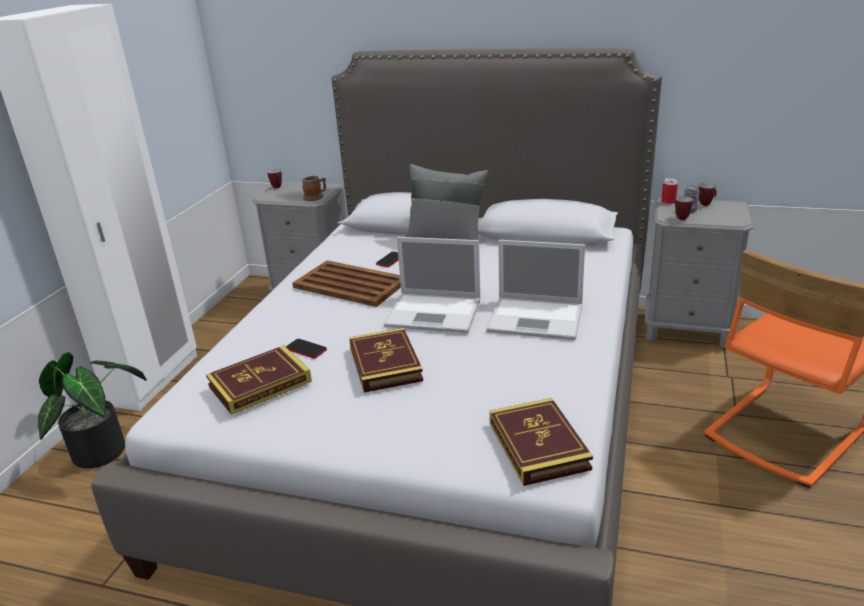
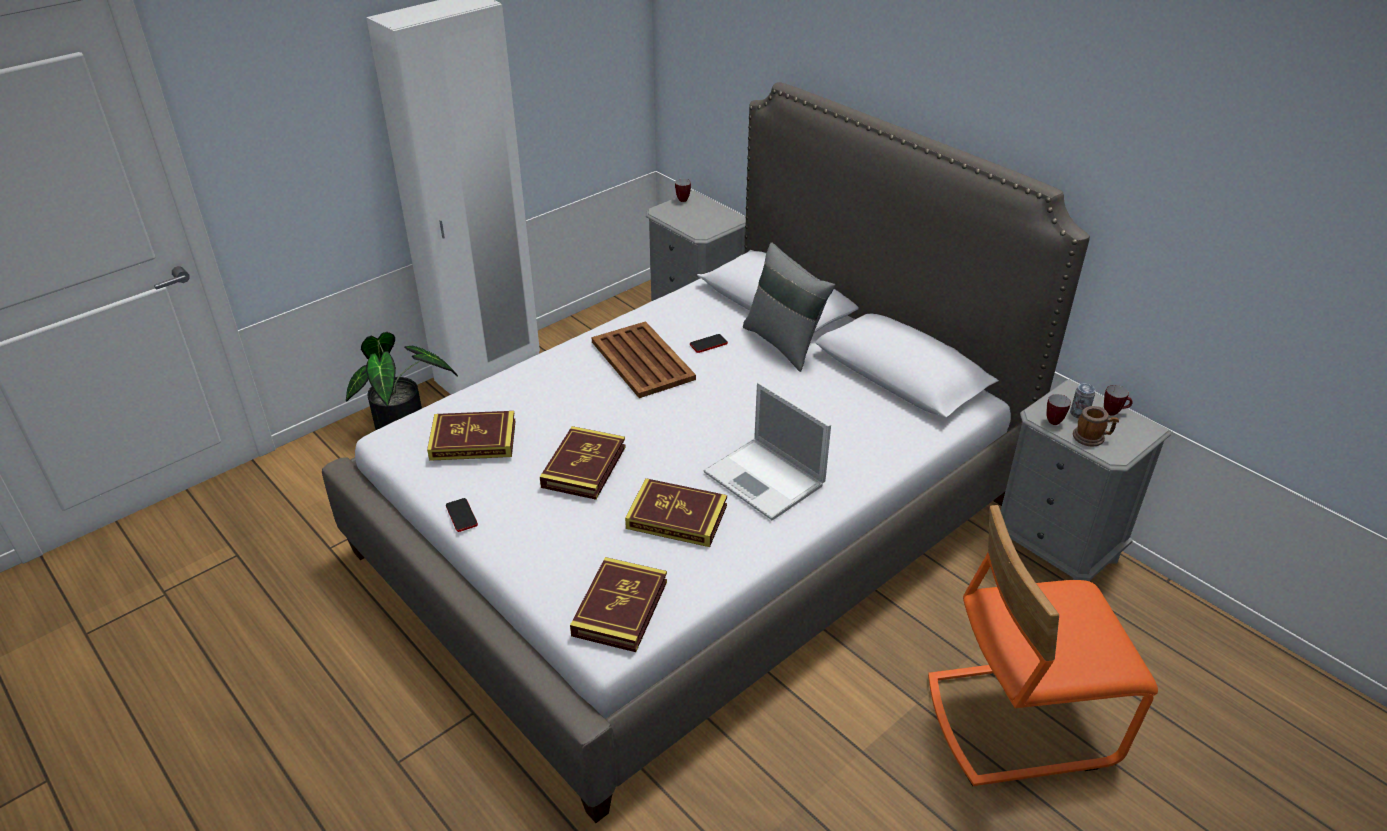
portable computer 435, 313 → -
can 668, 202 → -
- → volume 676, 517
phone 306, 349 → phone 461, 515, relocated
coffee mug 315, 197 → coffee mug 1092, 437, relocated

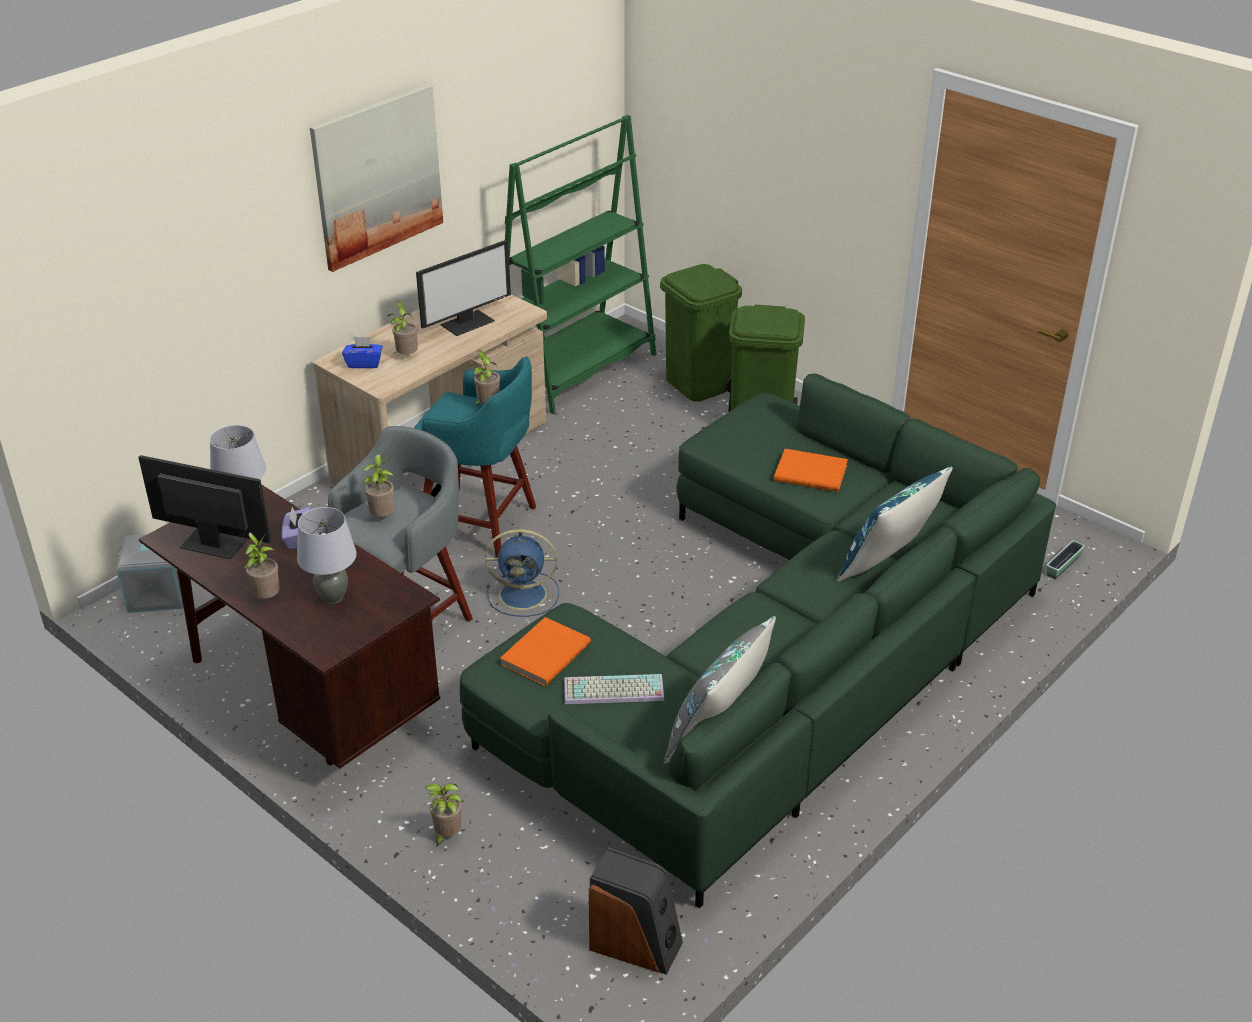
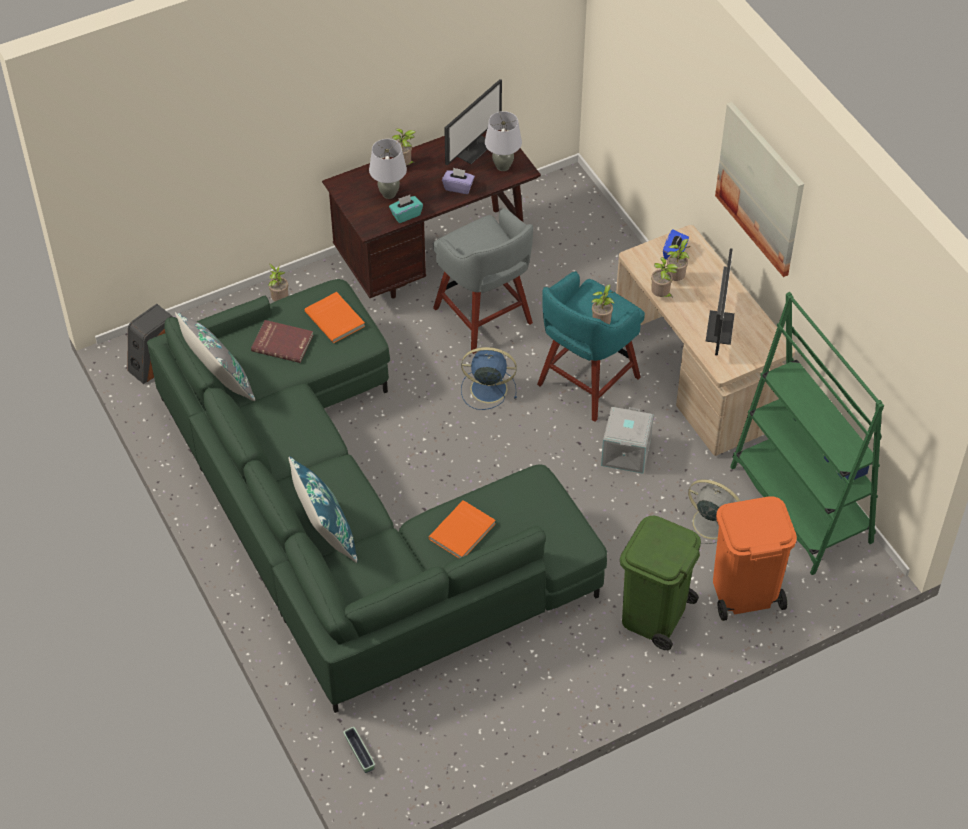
- → blue-green tissue holder 406, 214
- → greyish cooling fan 710, 522
greyish storage bin 157, 594 → greyish storage bin 625, 452, relocated
plant in a pot 383, 517 → plant in a pot 661, 296, relocated
keyboard 612, 691 → red volume 283, 342
greenish rubbish bin 699, 385 → orange-coloured rubbish bin 744, 592
computer screen 467, 322 → computer screen 719, 327, 150 degrees counterclockwise
bluish cooling fan 525, 594 → bluish cooling fan 487, 389, 75 degrees clockwise

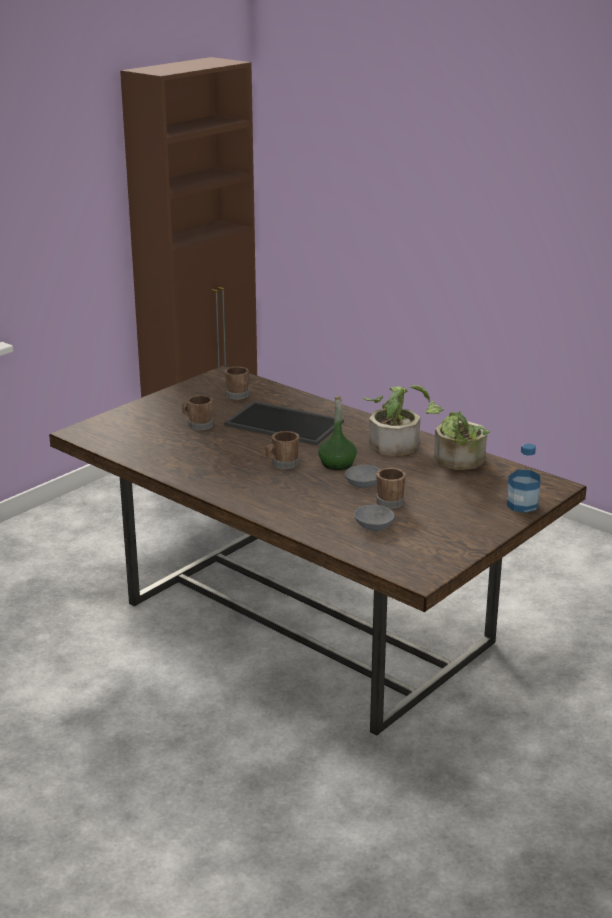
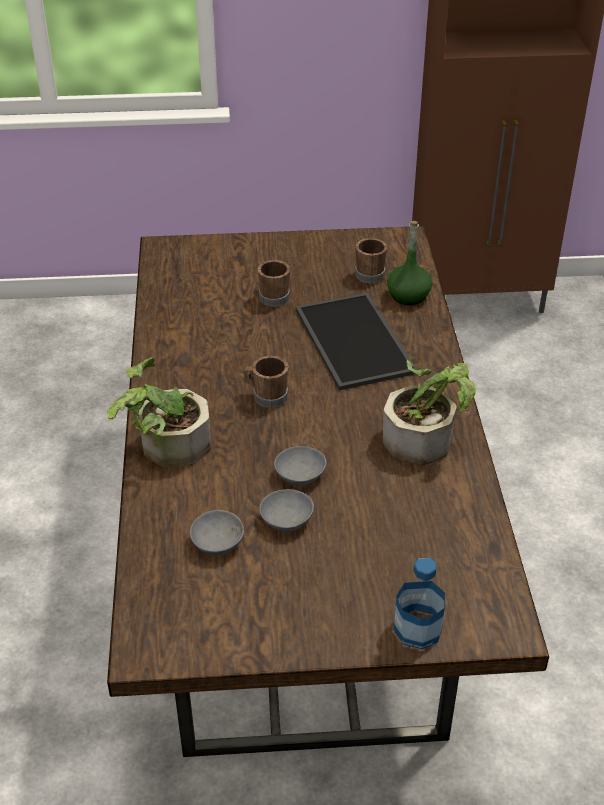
greenish beverage bottle 337, 464 → greenish beverage bottle 408, 295, relocated
plant in a pot 455, 462 → plant in a pot 166, 445, relocated
brown coffee mug 389, 501 → greyish deep dish 287, 518

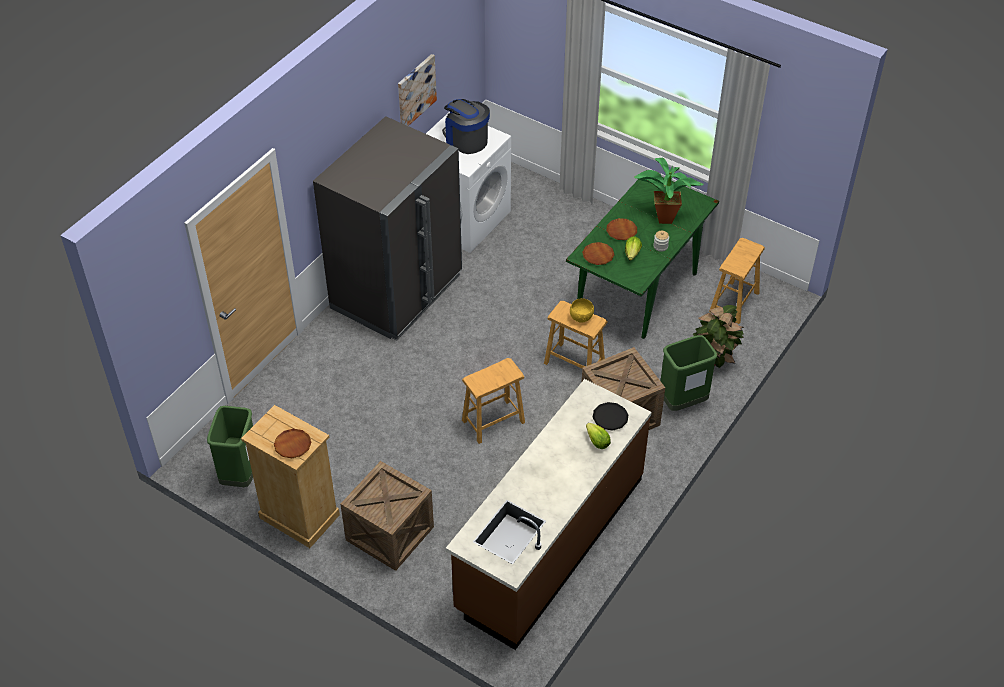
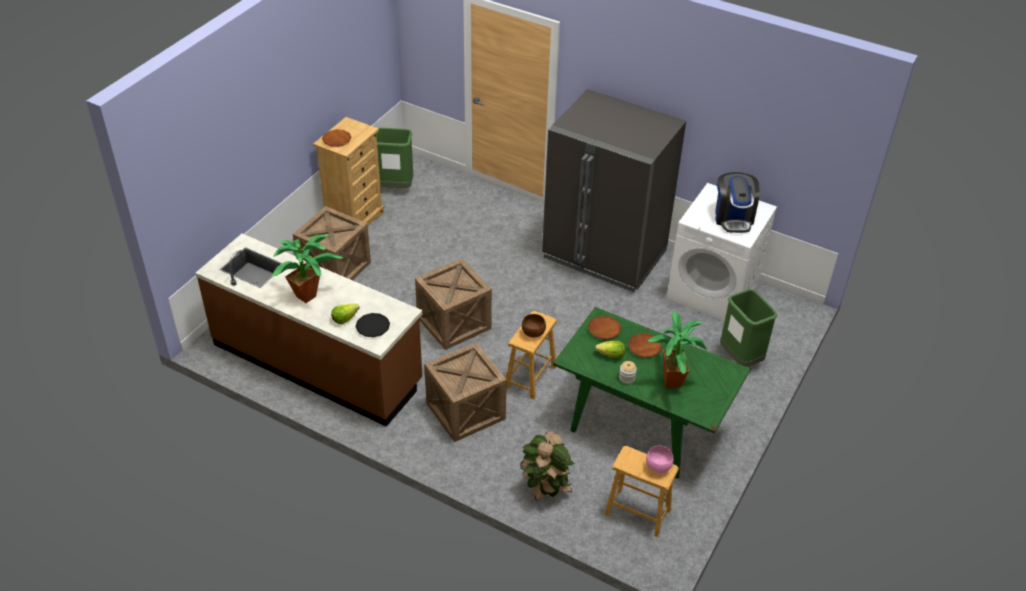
picture 415, 91 → -
- → plant in a pot 310, 295
- → pink-coloured deep dish 658, 466
greenish rubbish bin 682, 402 → greenish rubbish bin 740, 358, relocated
brown sitting stool 493, 421 → shipping crate 454, 323
yellow-coloured deep dish 581, 317 → brown deep dish 533, 333
coffee machine 466, 140 → coffee machine 733, 218, 135 degrees clockwise

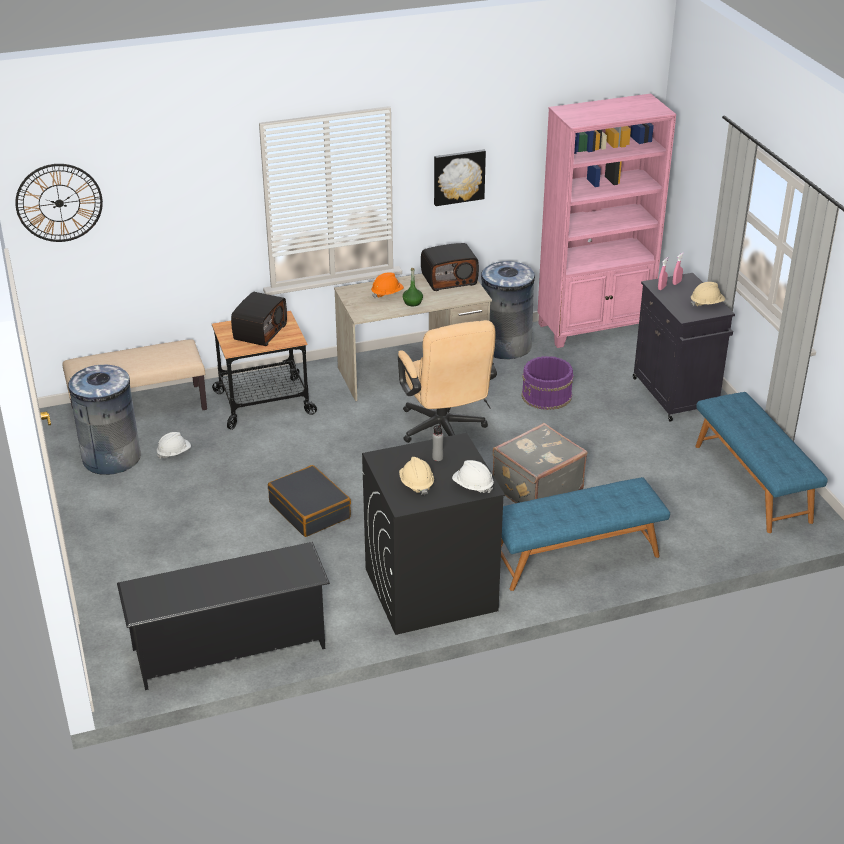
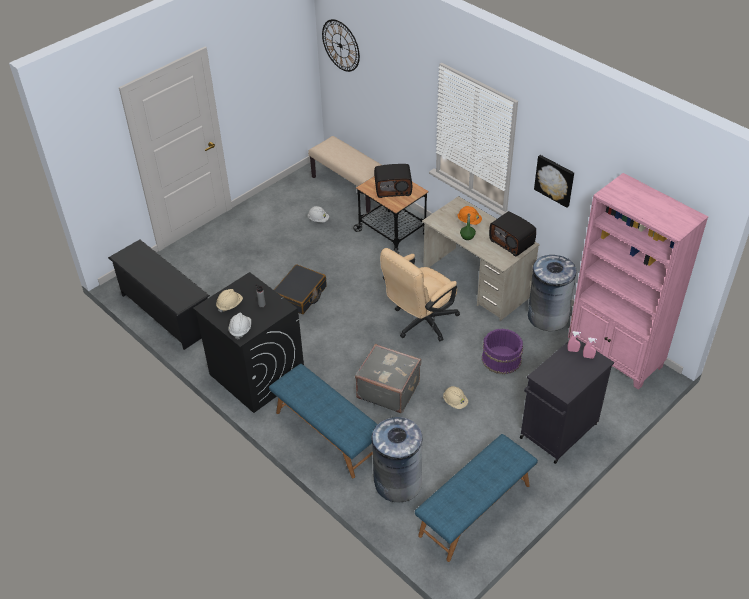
greyish rubbish bin 111, 458 → greyish rubbish bin 397, 482, relocated
beige-coloured safety helmet 706, 303 → beige-coloured safety helmet 455, 402, relocated

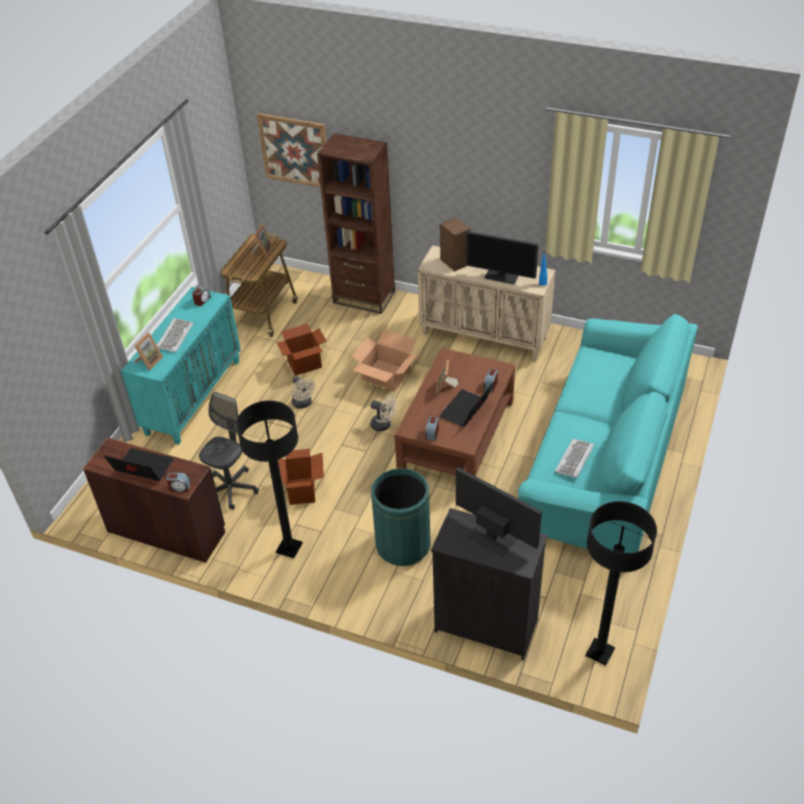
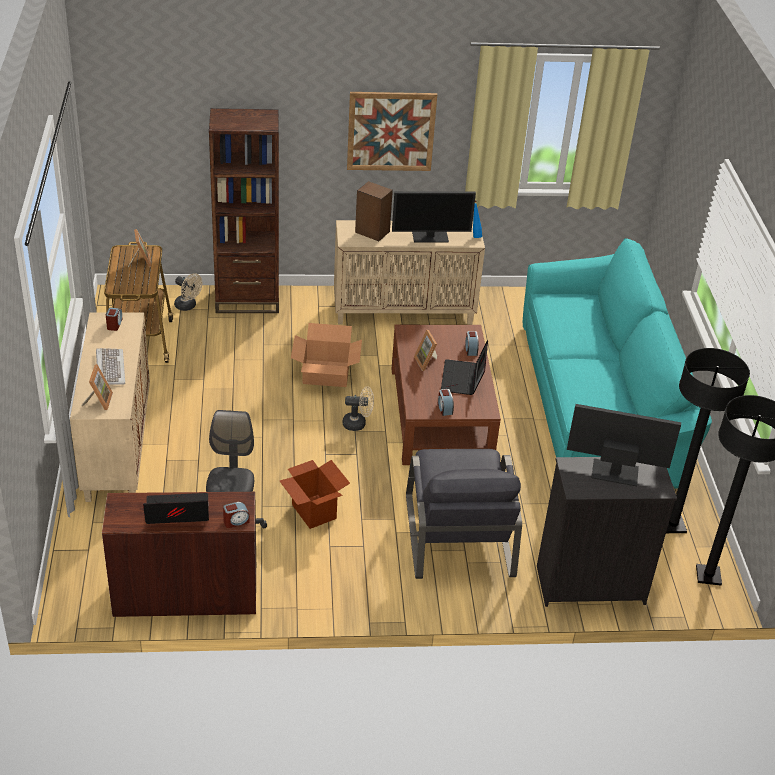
packing box 304, 364 → -
keyboard 575, 460 → -
black standing lamp 289, 548 → black standing lamp 672, 525, relocated
picture 295, 151 → picture 391, 131, relocated
beige-coloured cooling fan 303, 404 → beige-coloured cooling fan 188, 306, relocated
greenish rubbish bin 403, 545 → greyish easy chair 458, 534
blue-green storage cabinet 193, 396 → beige-coloured storage cabinet 117, 446

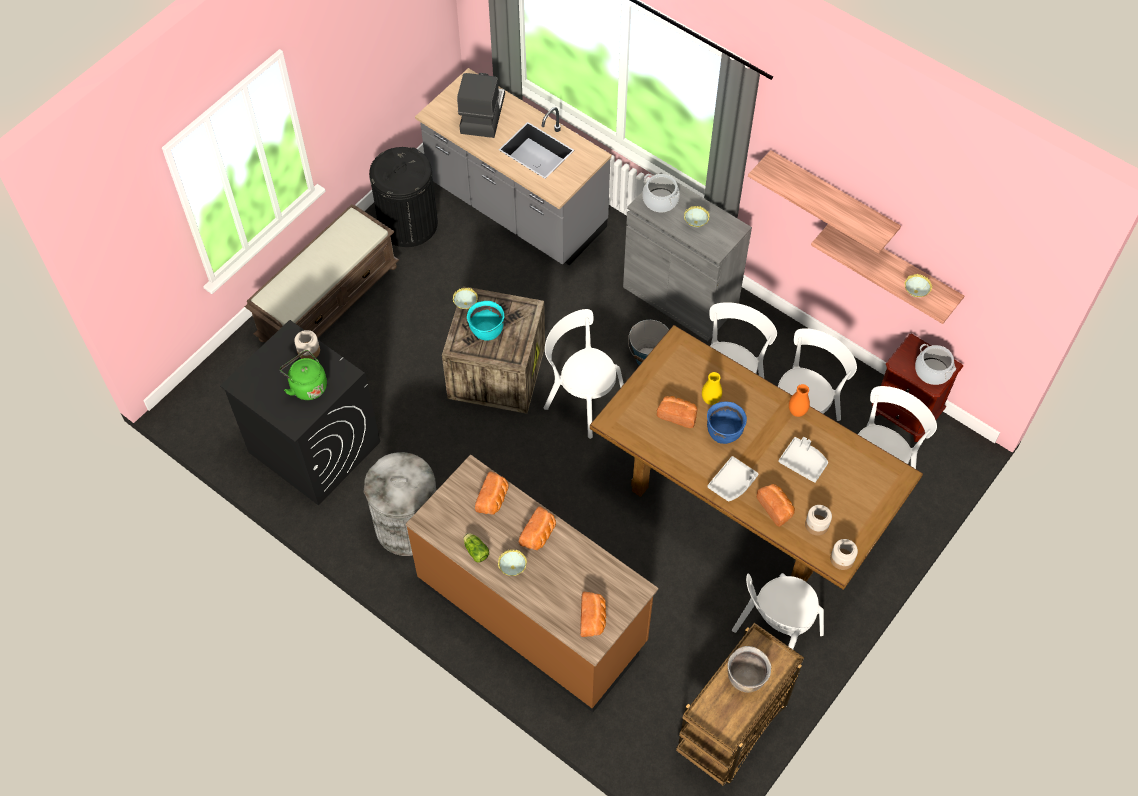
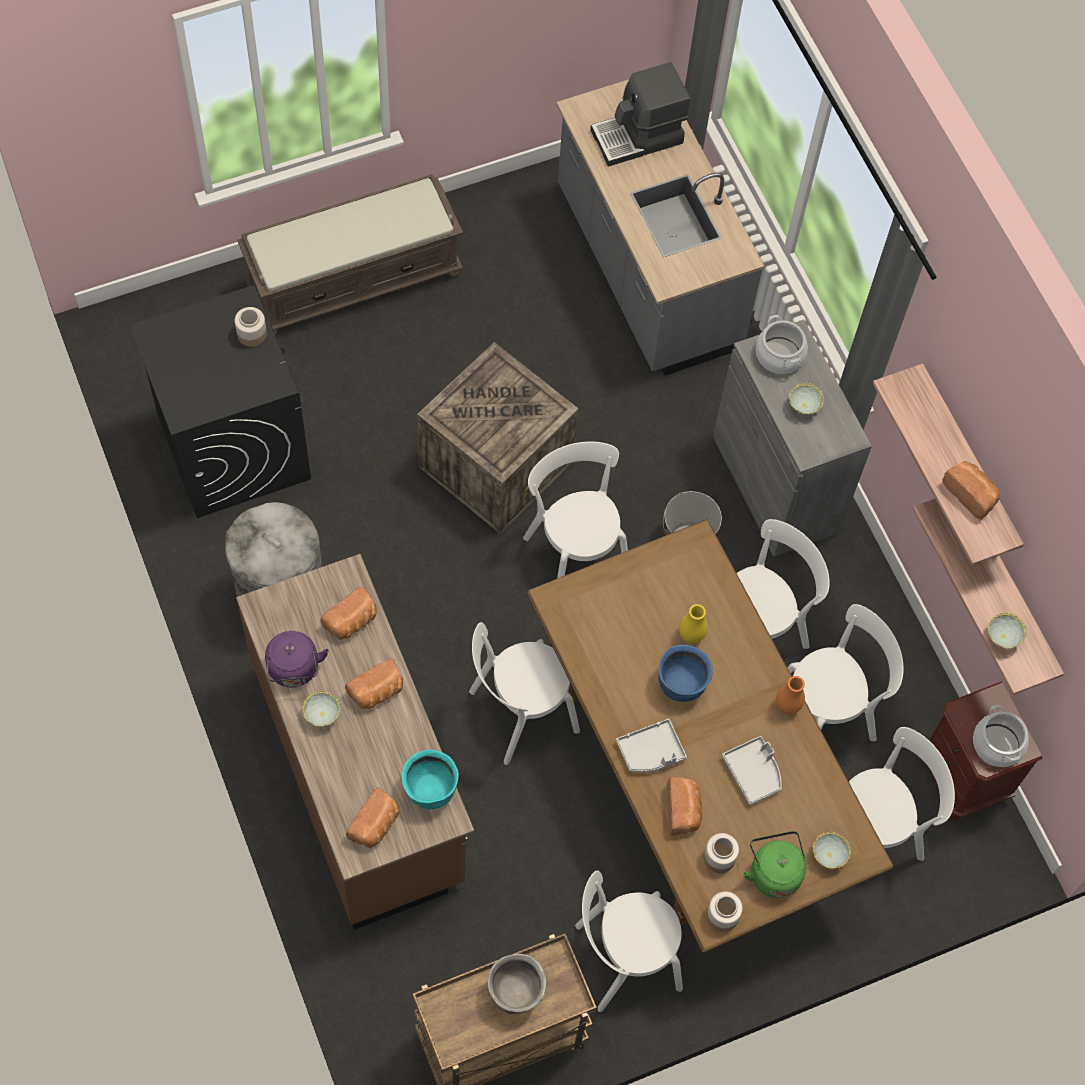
black rubbish bin 408, 223 → -
- → white-coloured chair 519, 713
greenish water kettle 307, 385 → greenish water kettle 773, 871, relocated
deep dish 465, 305 → deep dish 828, 856, relocated
blue-green saucepot 486, 331 → blue-green saucepot 430, 790, relocated
bread 678, 415 → bread 971, 494, relocated
lettuce 475, 550 → purplish water kettle 294, 670
coffee machine 481, 114 → coffee machine 638, 137, 150 degrees counterclockwise

